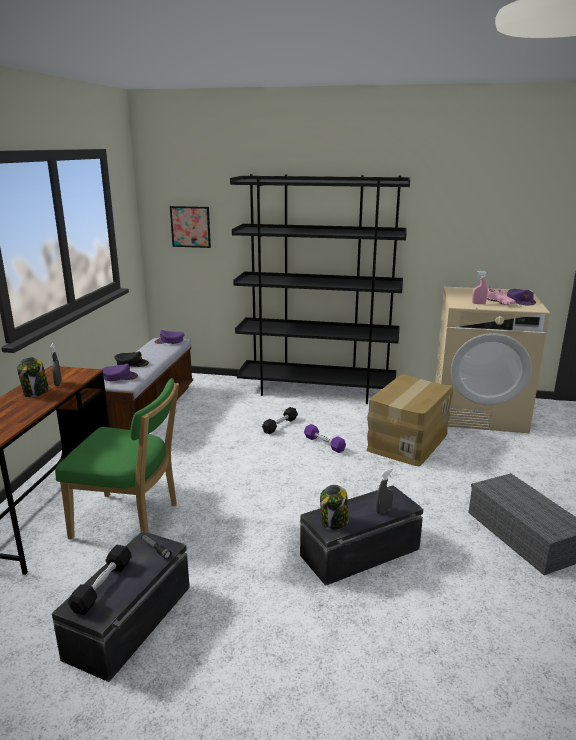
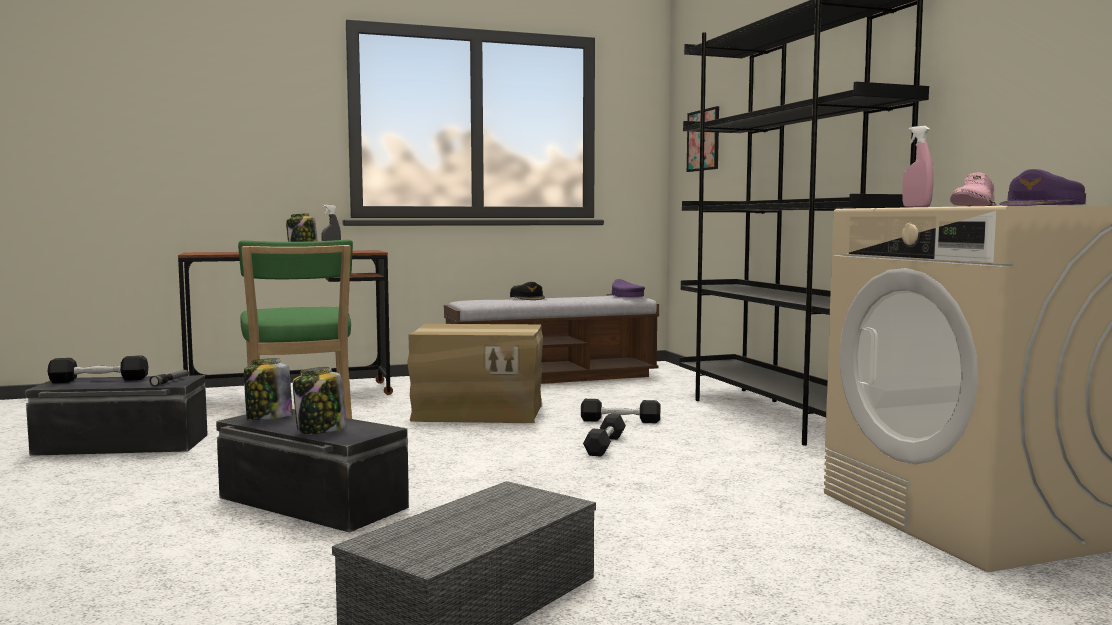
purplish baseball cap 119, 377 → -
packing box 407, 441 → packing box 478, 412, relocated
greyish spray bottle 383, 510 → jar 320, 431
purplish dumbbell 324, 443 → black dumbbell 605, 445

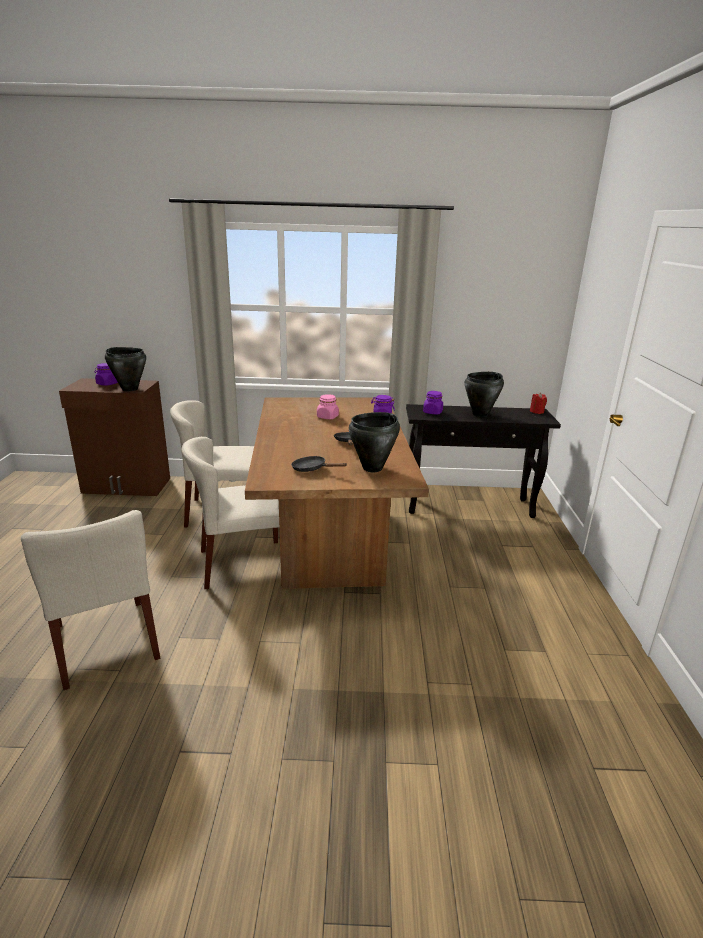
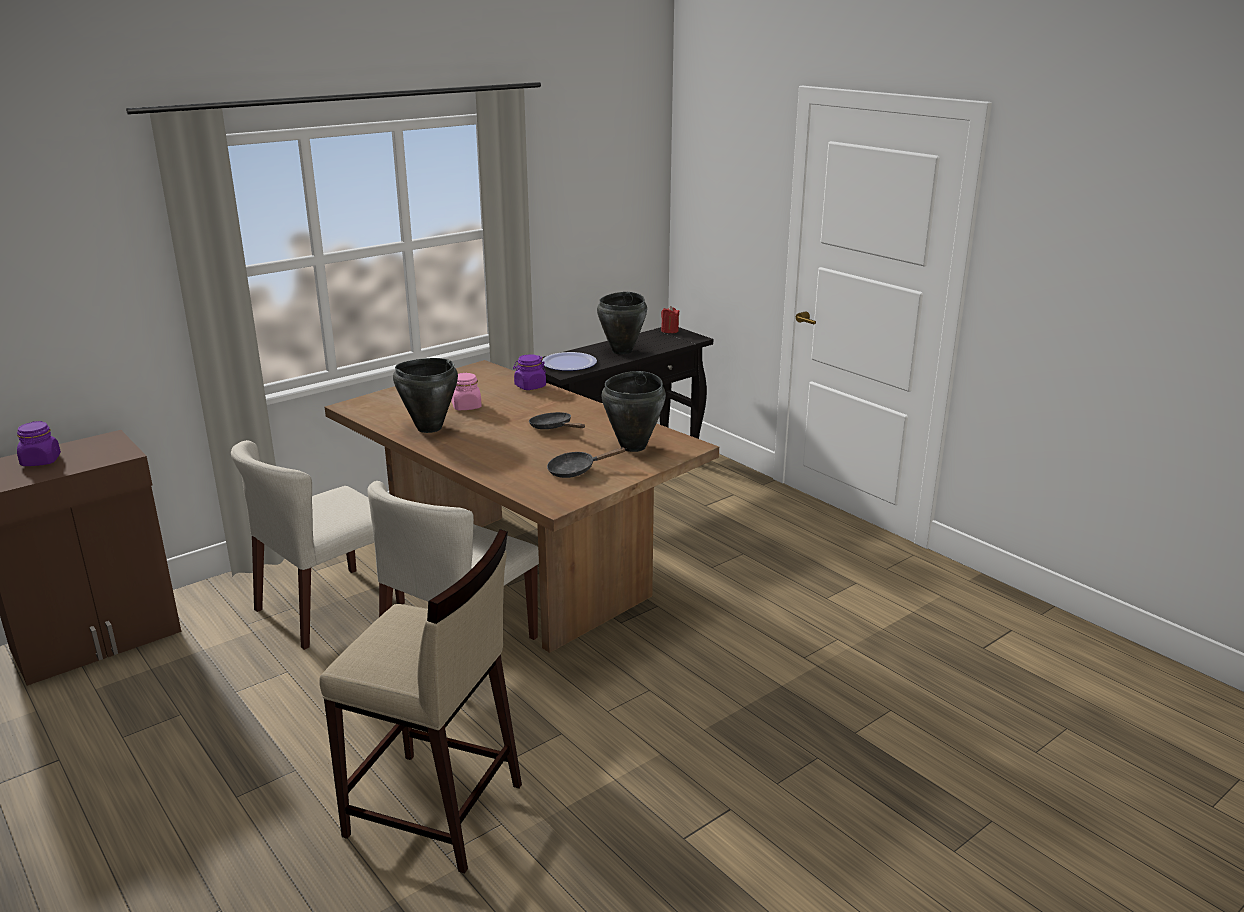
black saucepot 130, 389 → black saucepot 428, 428, relocated
beige-coloured chair 107, 642 → beige-coloured sitting stool 435, 811
purplish jar 432, 412 → flat dish 569, 363

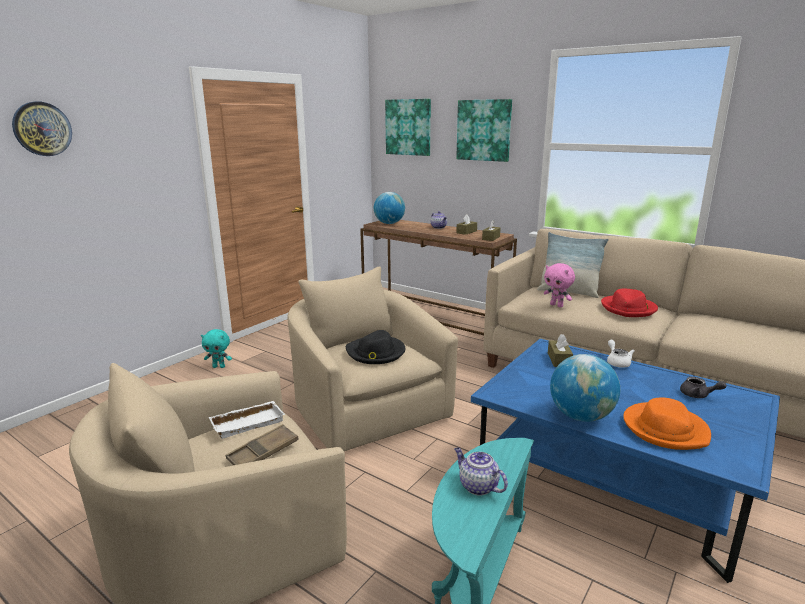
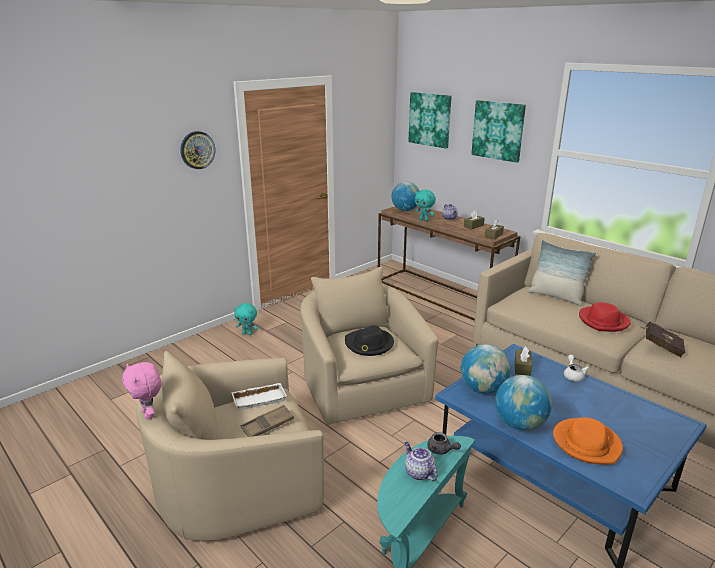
- → blue-green soft toy 424, 220
- → globe 483, 389
- → red volume 660, 347
clock on the wall 42, 129 → clock on the wall 197, 150, relocated
pink-coloured soft toy 557, 305 → pink-coloured soft toy 149, 414, relocated
greyish teapot 698, 395 → greyish teapot 441, 450, relocated

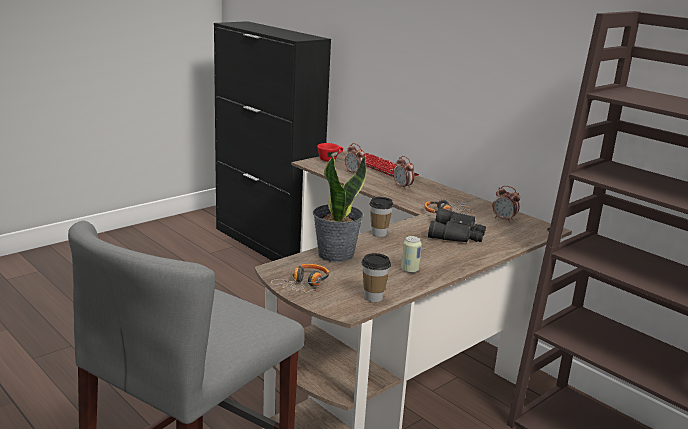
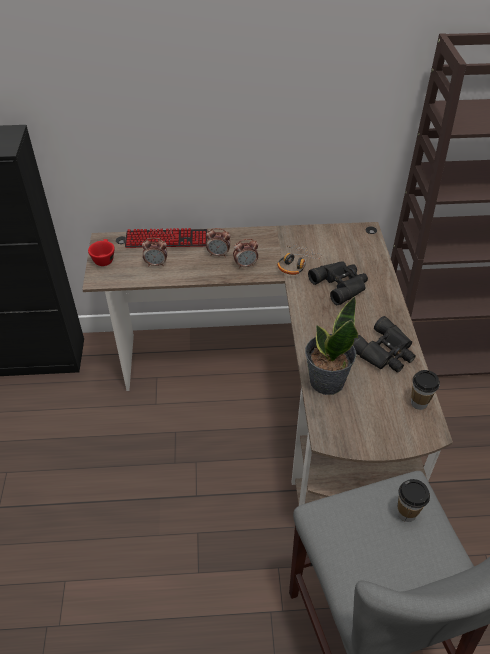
headset 304, 285 → -
cup 379, 233 → cup 406, 513, relocated
alarm clock 504, 219 → alarm clock 245, 265, relocated
can 410, 270 → black pair of binoculars 385, 352

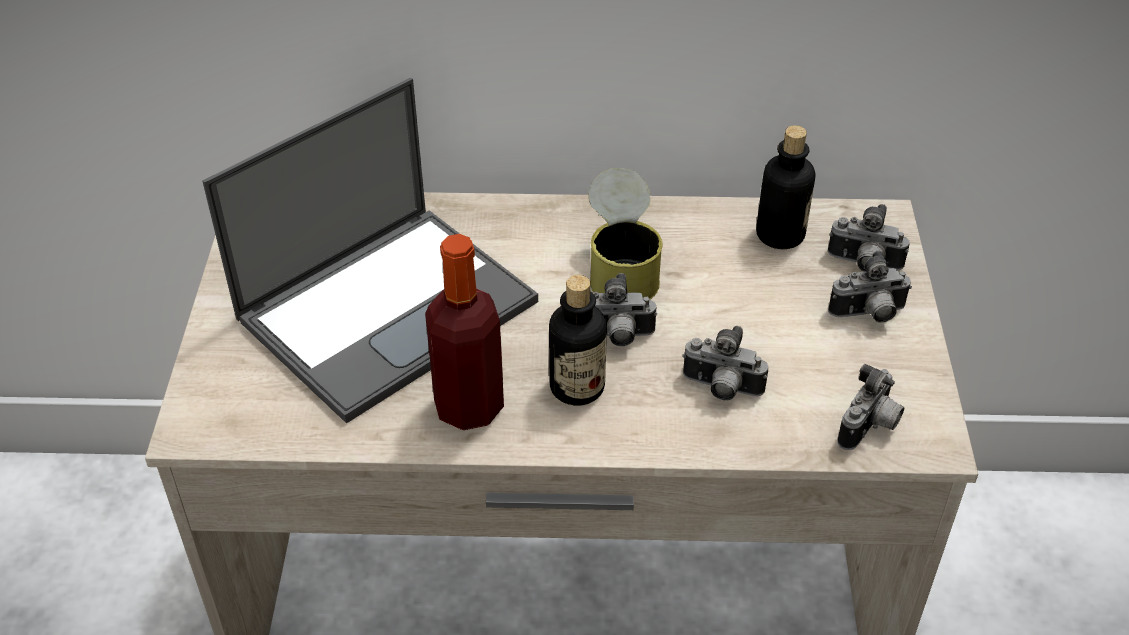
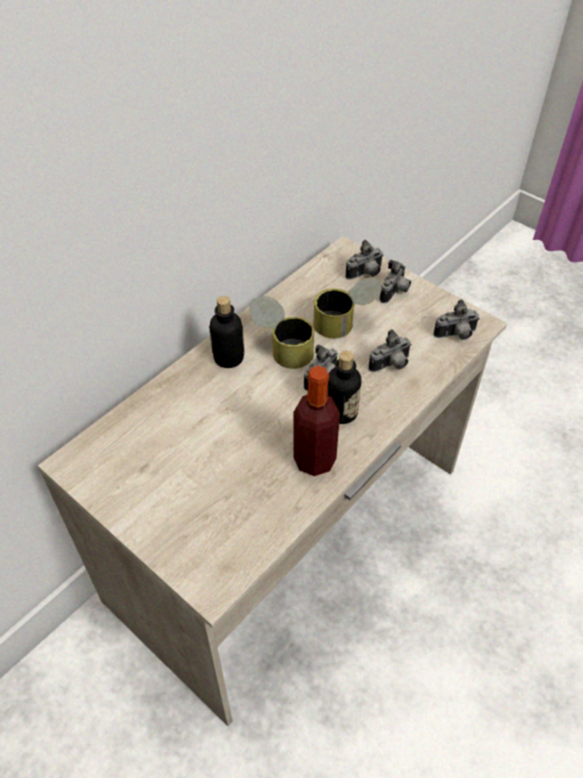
portable computer 389, 307 → -
- → can 345, 323
beverage bottle 780, 235 → beverage bottle 229, 358, relocated
still camera 870, 427 → still camera 456, 335, 90 degrees clockwise

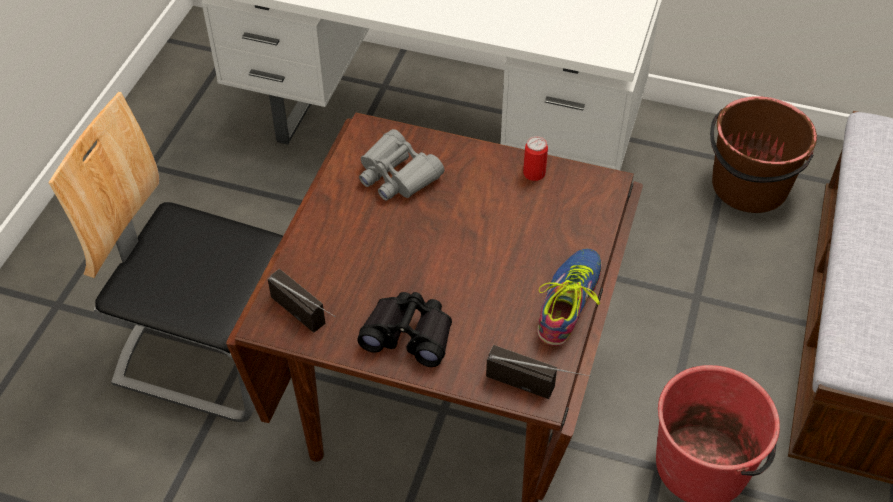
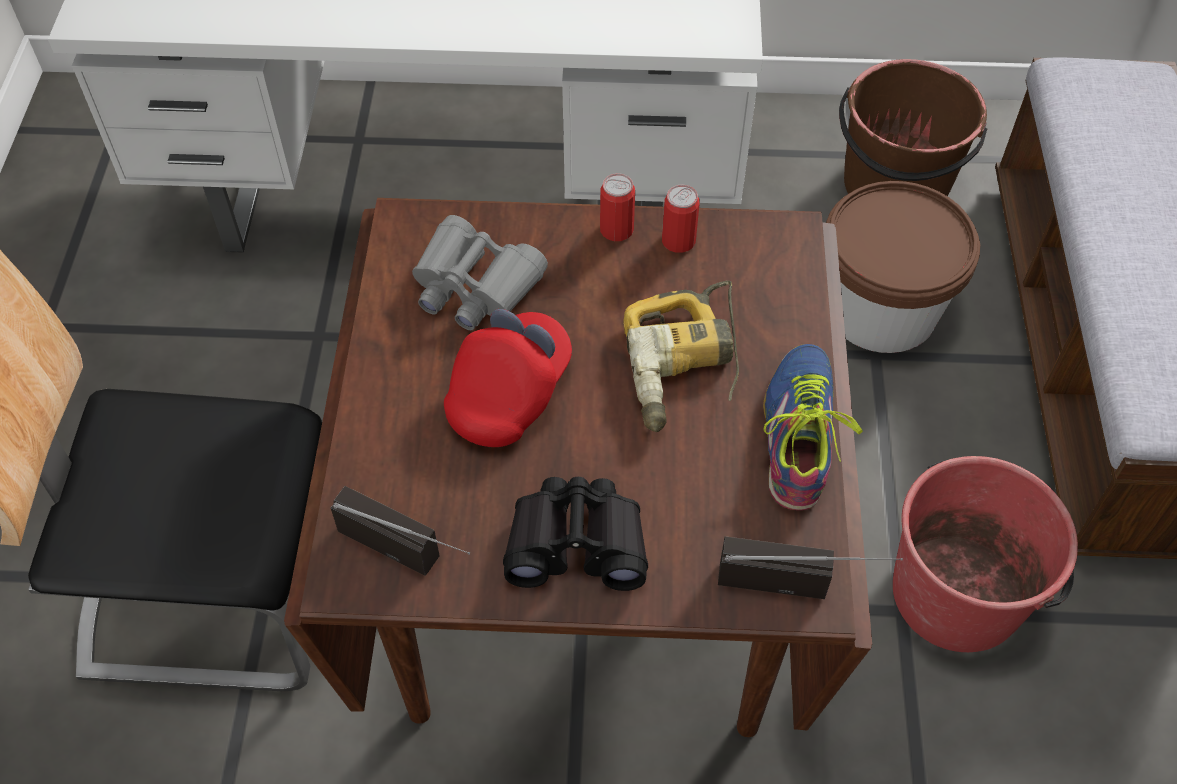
- → red baseball cap 510, 393
- → can 616, 230
- → electric drill 685, 366
- → brown bucket 881, 309

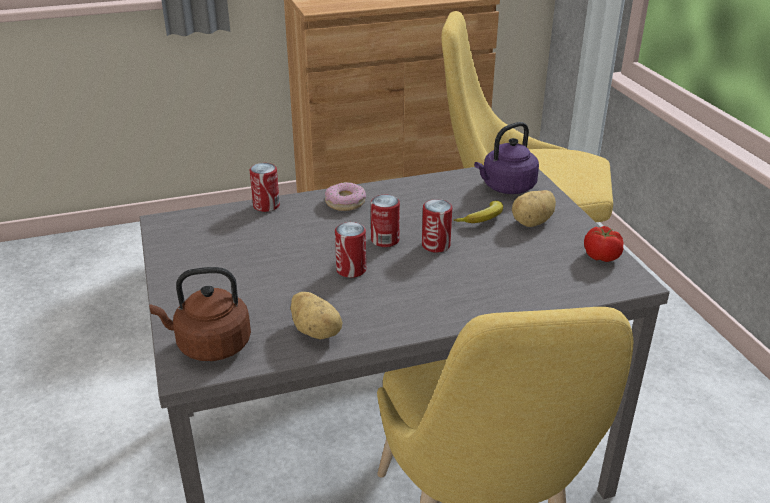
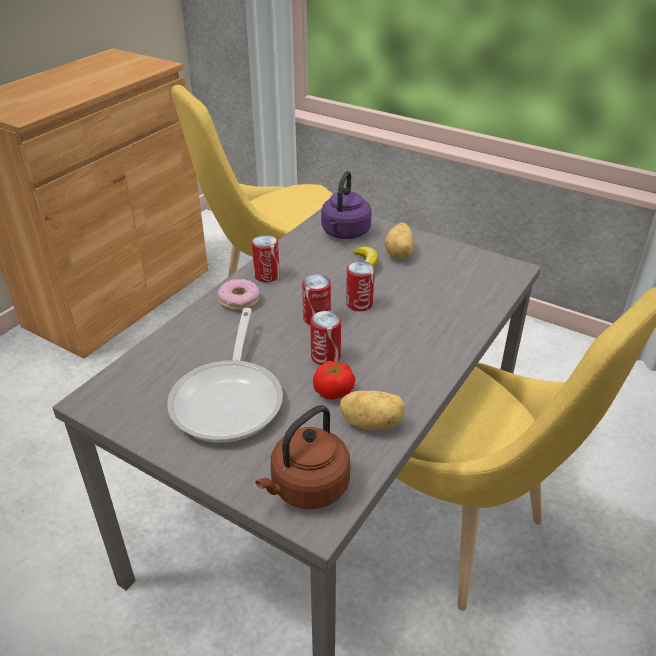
- → skillet 230, 399
can 266, 205 → can 267, 275, relocated
tomato 601, 257 → tomato 333, 392, relocated

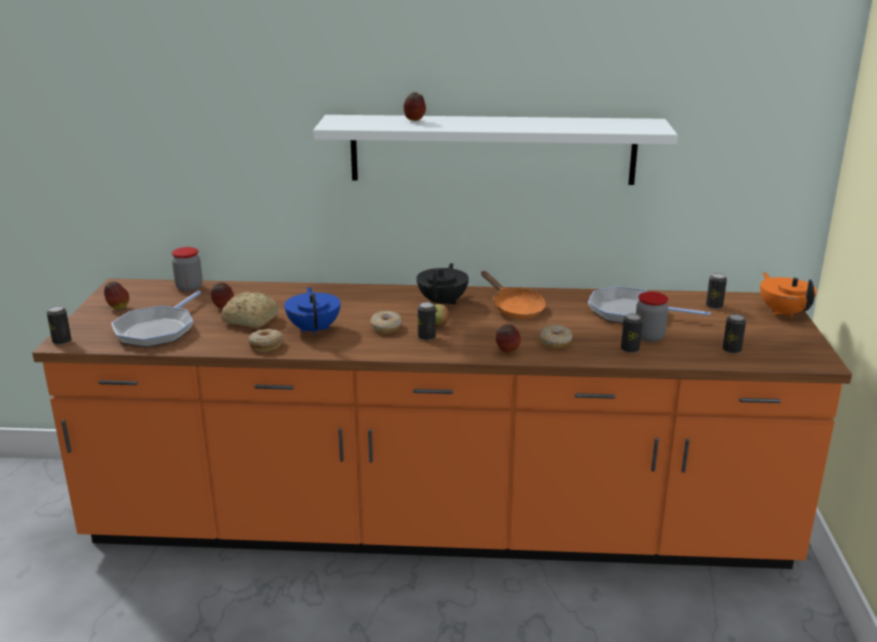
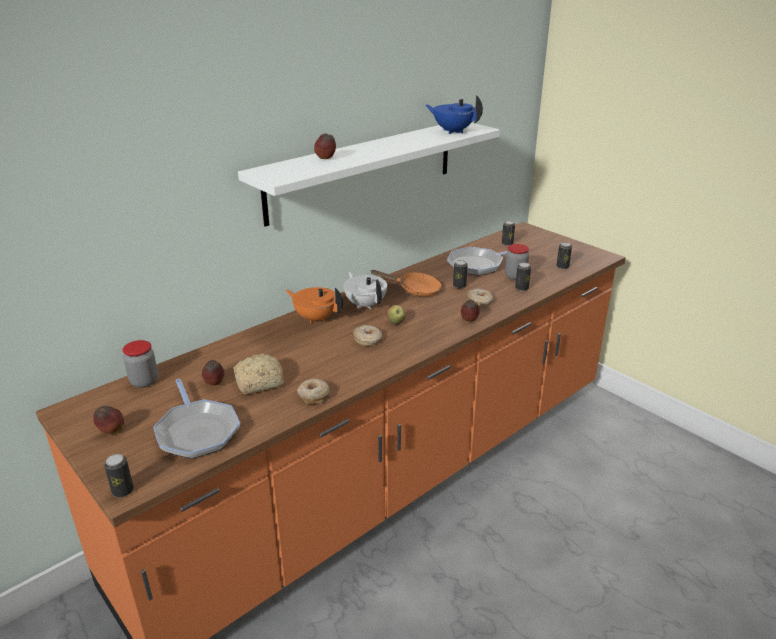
bluish teapot 314, 329 → bluish teapot 453, 131, relocated
can 426, 337 → can 459, 286, relocated
orange-coloured teapot 783, 312 → orange-coloured teapot 316, 318, relocated
black teapot 443, 302 → white-coloured teapot 365, 304

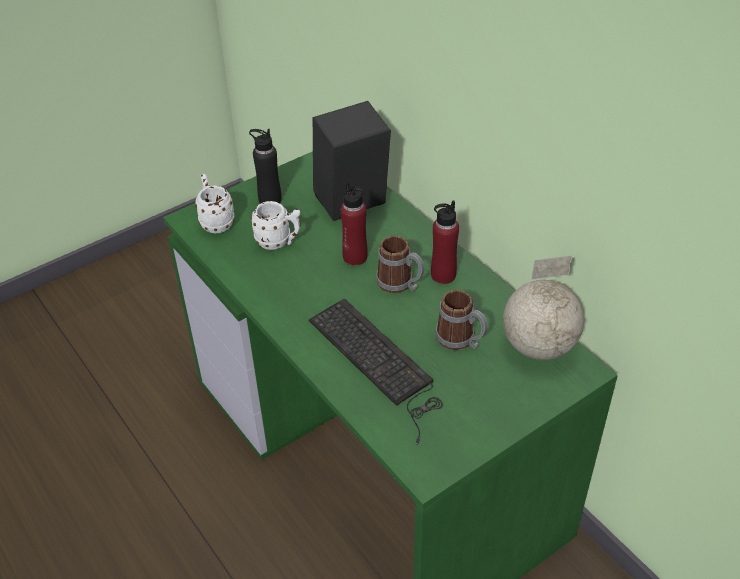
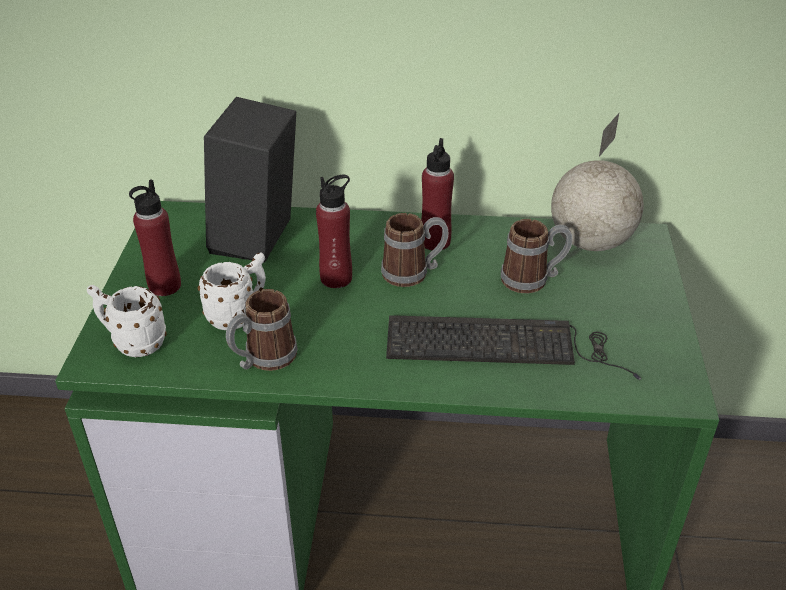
- → coffee mug 263, 359
black beverage bottle 270, 200 → red beverage bottle 164, 286

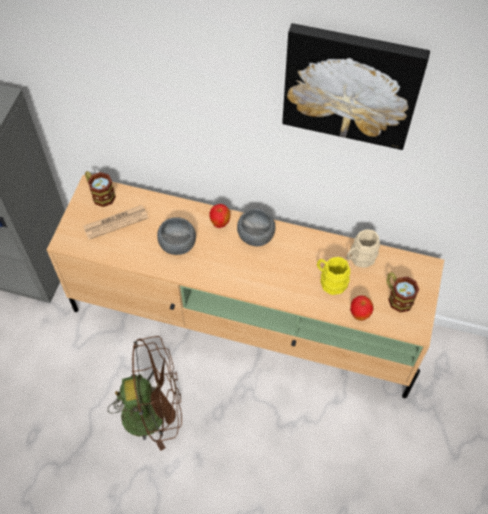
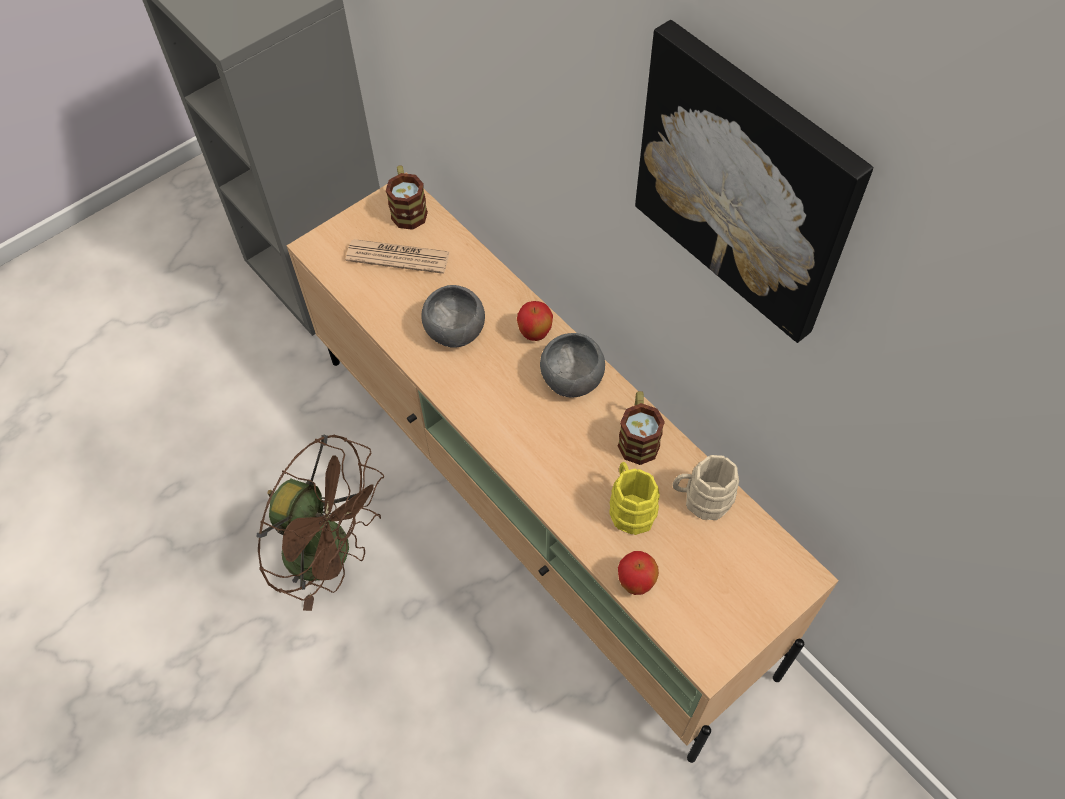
coffee mug 397, 297 → coffee mug 638, 437, relocated

